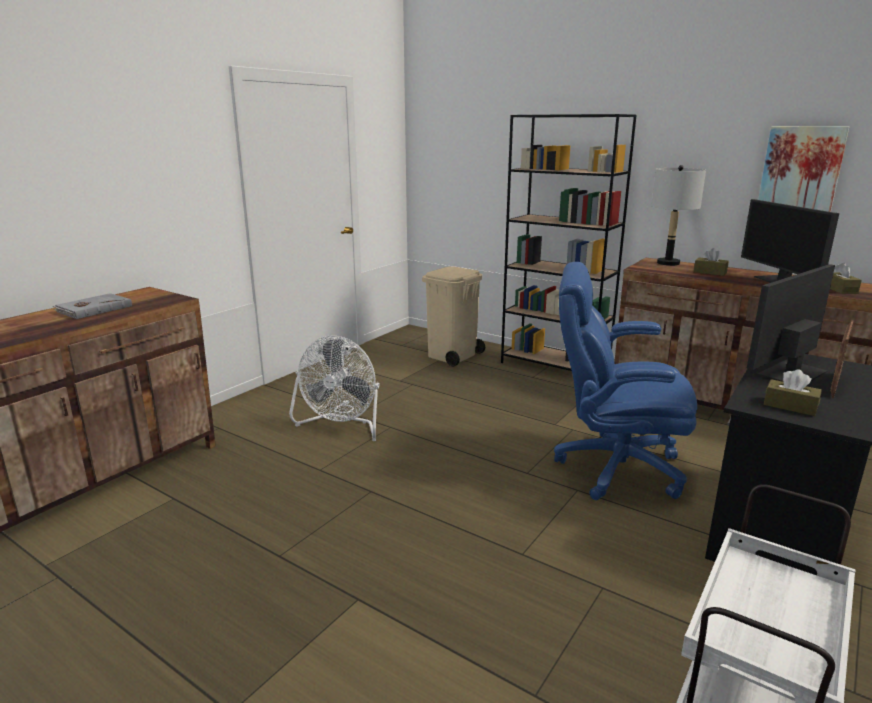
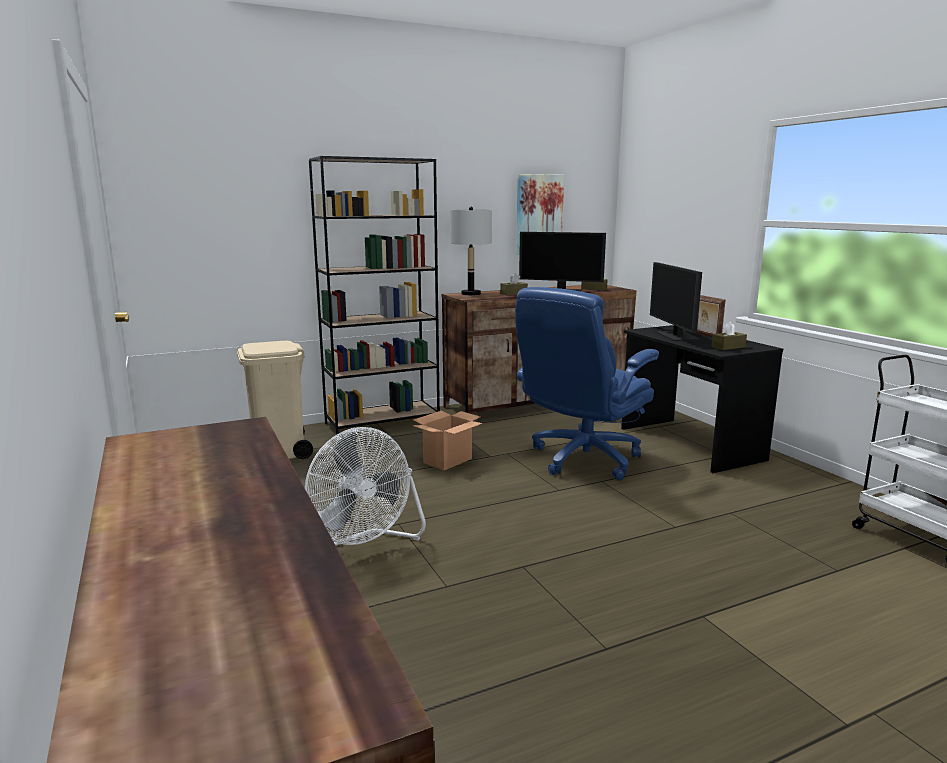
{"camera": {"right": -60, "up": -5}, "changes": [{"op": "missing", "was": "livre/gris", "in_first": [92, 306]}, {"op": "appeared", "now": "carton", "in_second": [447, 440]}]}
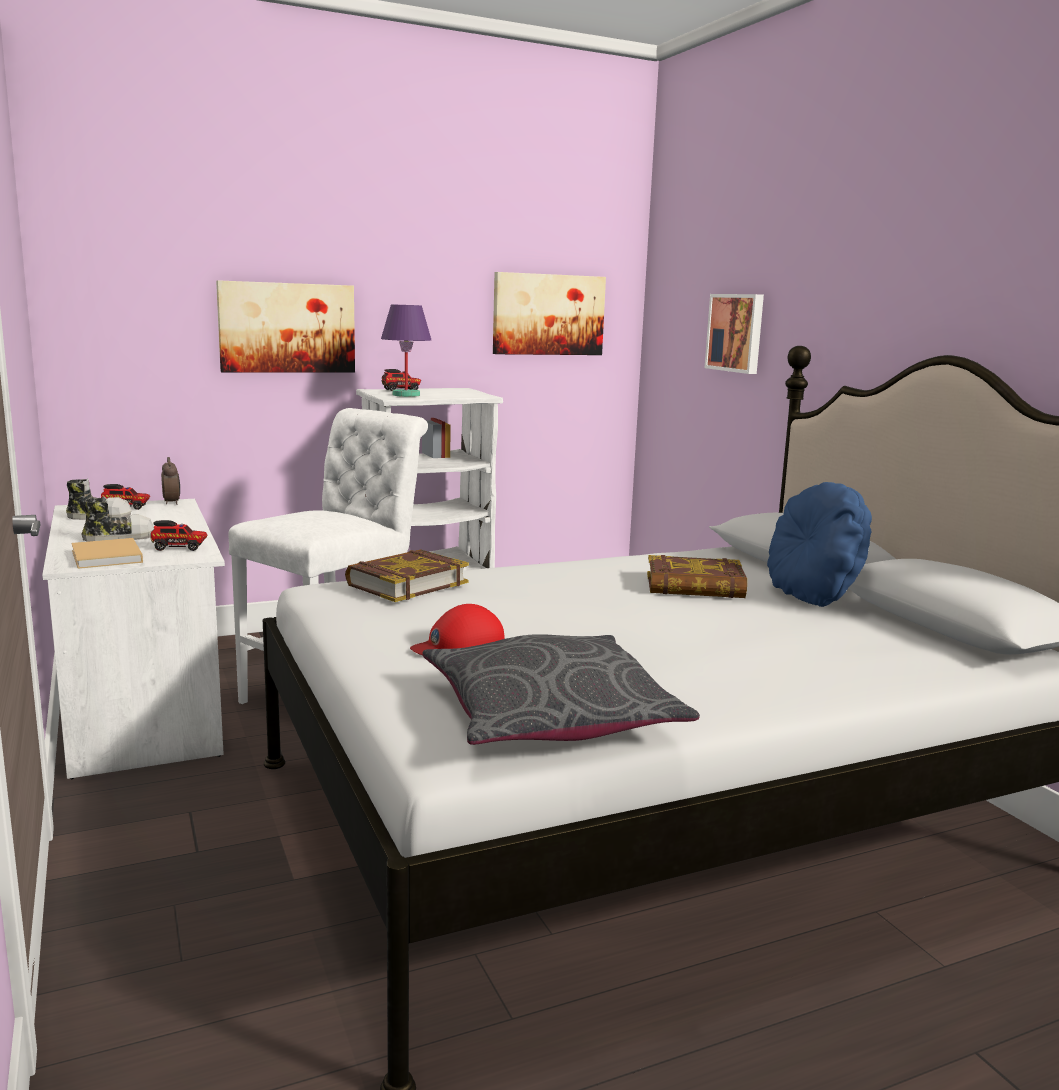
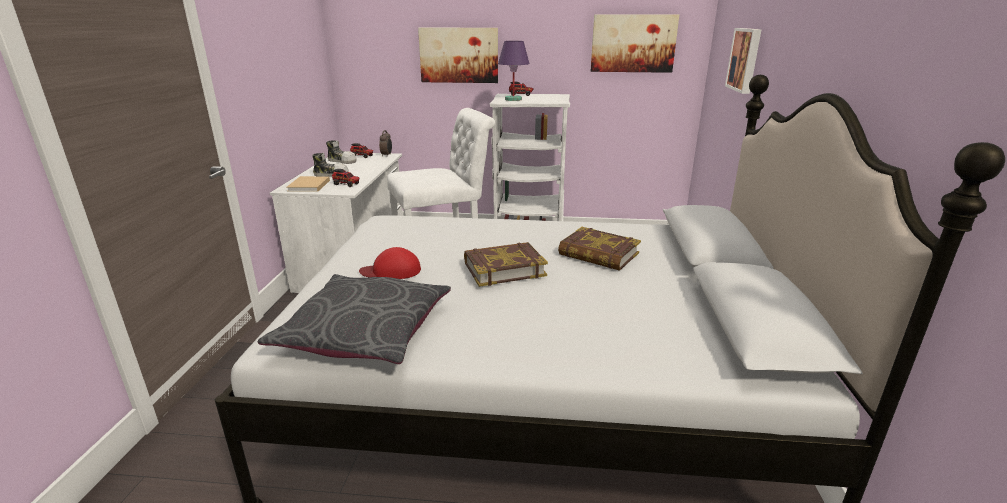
{"camera": {"right": 30, "up": 10}, "changes": [{"op": "missing", "was": "coussin/bleu", "in_first": [819, 544]}, {"op": "relocated", "was": "livre", "in_first": [407, 576], "in_second": [506, 264]}]}
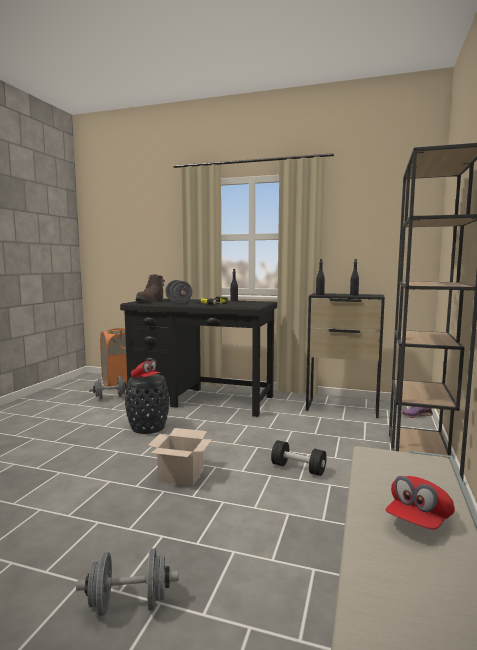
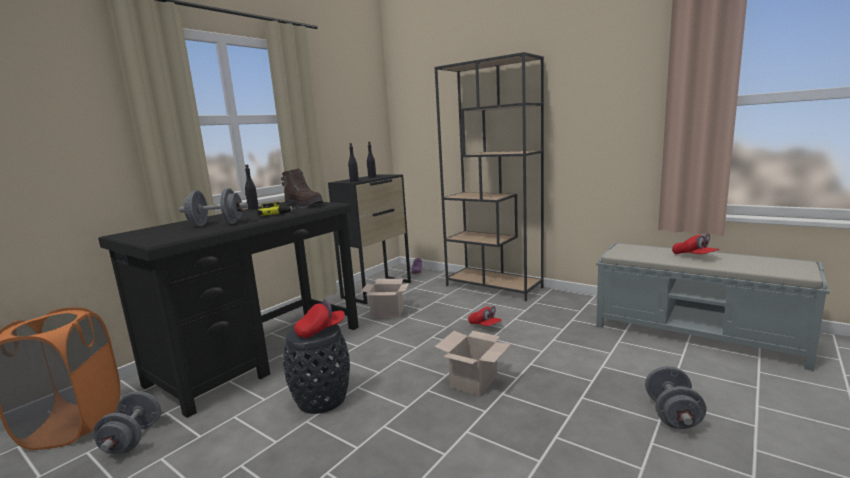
{"camera": {"right": -70, "up": 5}, "changes": [{"op": "relocated", "was": "botte/marron", "in_first": [150, 288], "in_second": [302, 187]}, {"op": "exchanged", "was": "haltère/noir", "now": "casquette/rouge", "in_first": [299, 458], "in_second": [485, 316]}, {"op": "appeared", "now": "carton", "in_second": [385, 298]}]}
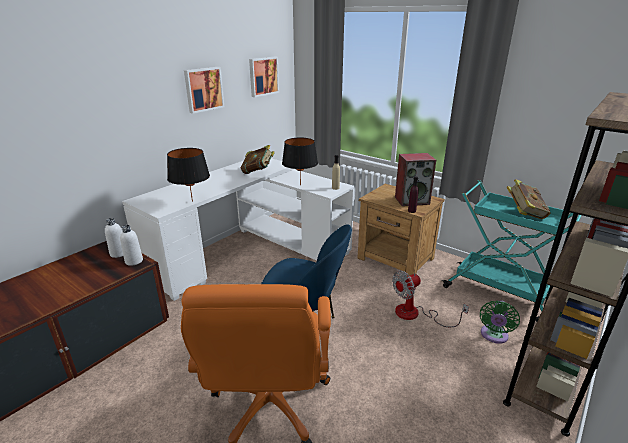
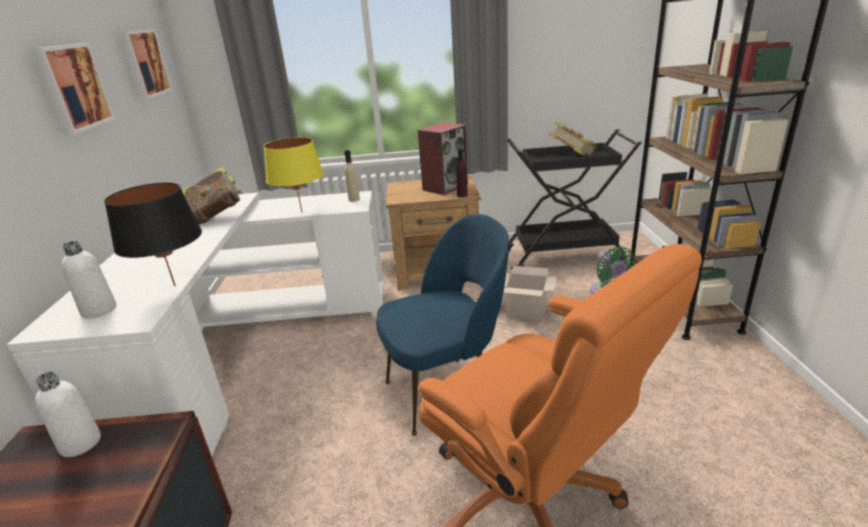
{"camera": {"right": -40, "up": 0}, "changes": [{"op": "colour", "was": "lampe de table/noir", "now": "lampe de table/jaune", "in_first": [300, 161], "in_second": [294, 174]}, {"op": "colour", "was": "chariot/turquoise", "now": "chariot/noir", "in_first": [512, 251], "in_second": [574, 199]}, {"op": "relocated", "was": "bouteille/blanc", "in_first": [131, 245], "in_second": [89, 279]}, {"op": "exchanged", "was": "ventilateur", "now": "carton", "in_first": [430, 299], "in_second": [530, 293]}]}
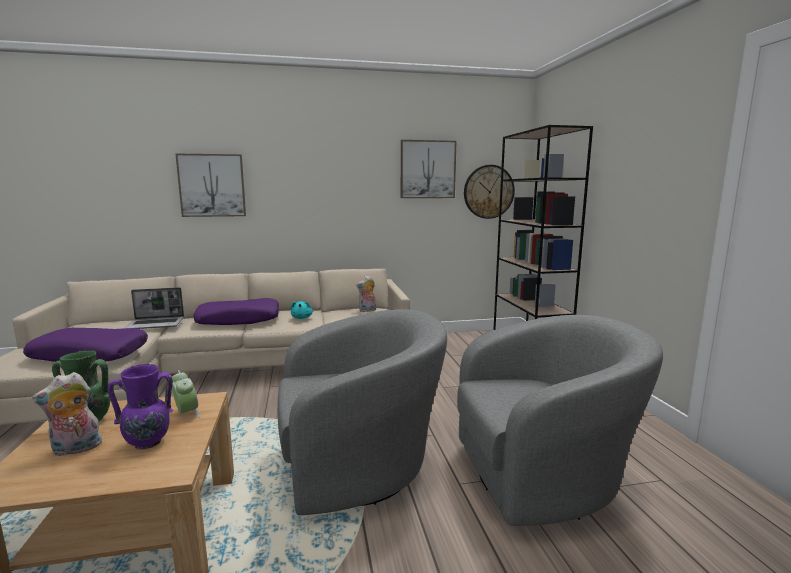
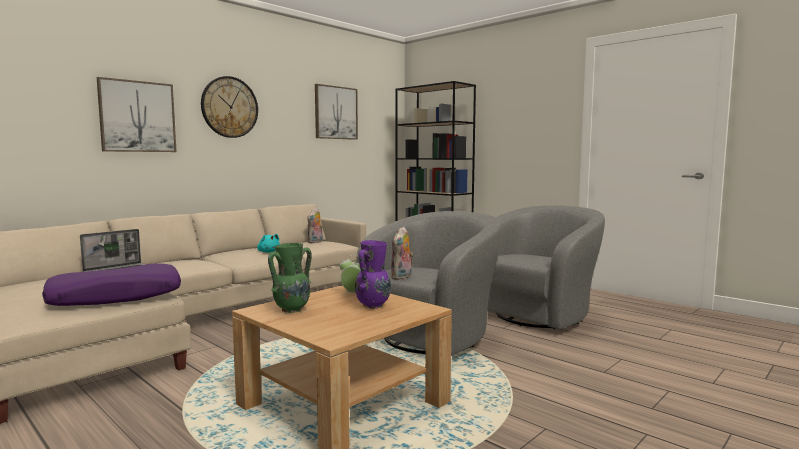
{"camera": {"right": -35, "up": -5}, "changes": [{"op": "relocated", "was": "horloge murale", "in_first": [489, 192], "in_second": [229, 107]}, {"op": "missing", "was": "coussin/violet", "in_first": [236, 311]}, {"op": "relocated", "was": "peluche", "in_first": [67, 414], "in_second": [402, 253]}]}
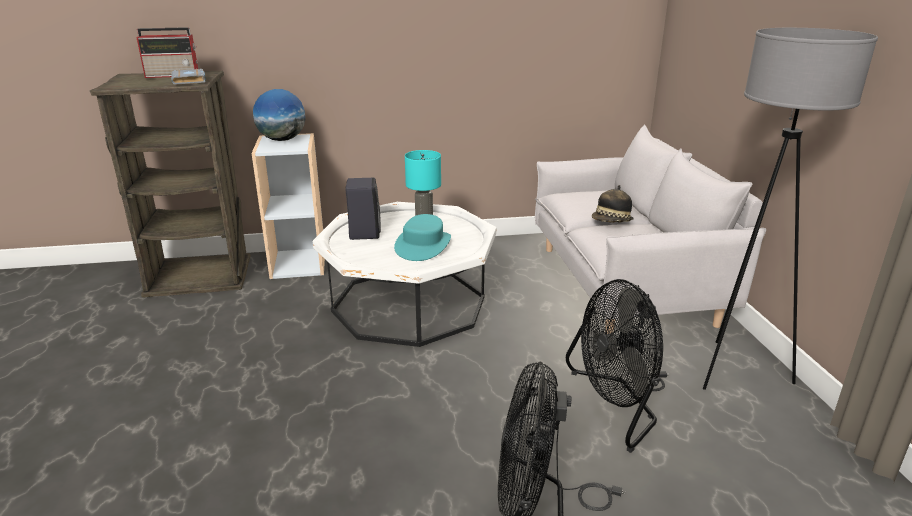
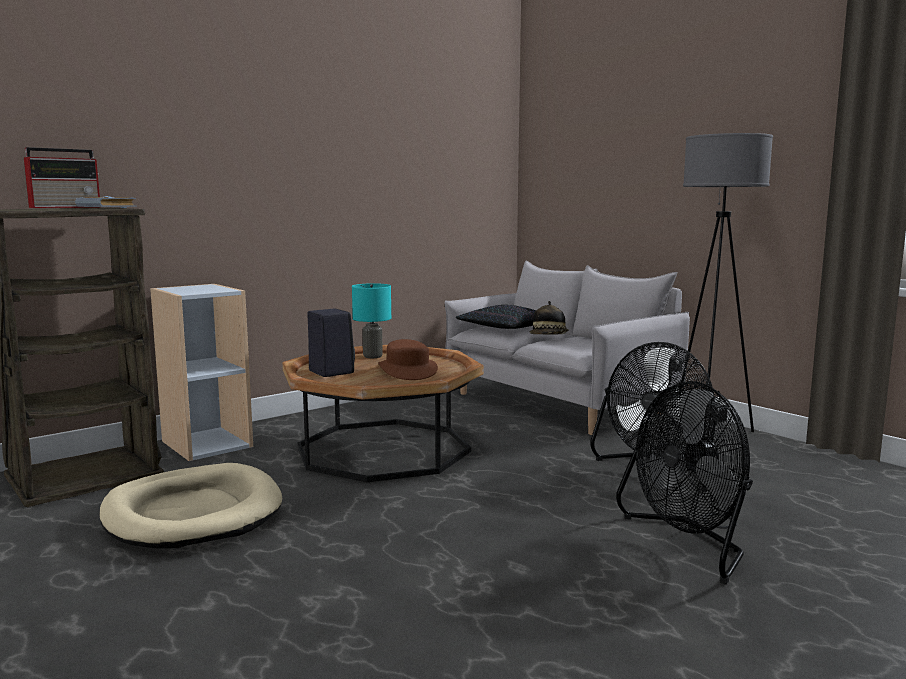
{"camera": {"right": -30, "up": -15}, "changes": [{"op": "missing", "was": "globe", "in_first": [279, 115]}, {"op": "colour", "was": "table basse/blanc", "now": "table basse/marron", "in_first": [404, 274], "in_second": [383, 413]}, {"op": "colour", "was": "chapeau/turquoise", "now": "chapeau/marron", "in_first": [422, 237], "in_second": [408, 359]}, {"op": "appeared", "now": "coussin/noir", "in_second": [496, 317]}, {"op": "appeared", "now": "panier pour chien/beige", "in_second": [191, 505]}]}
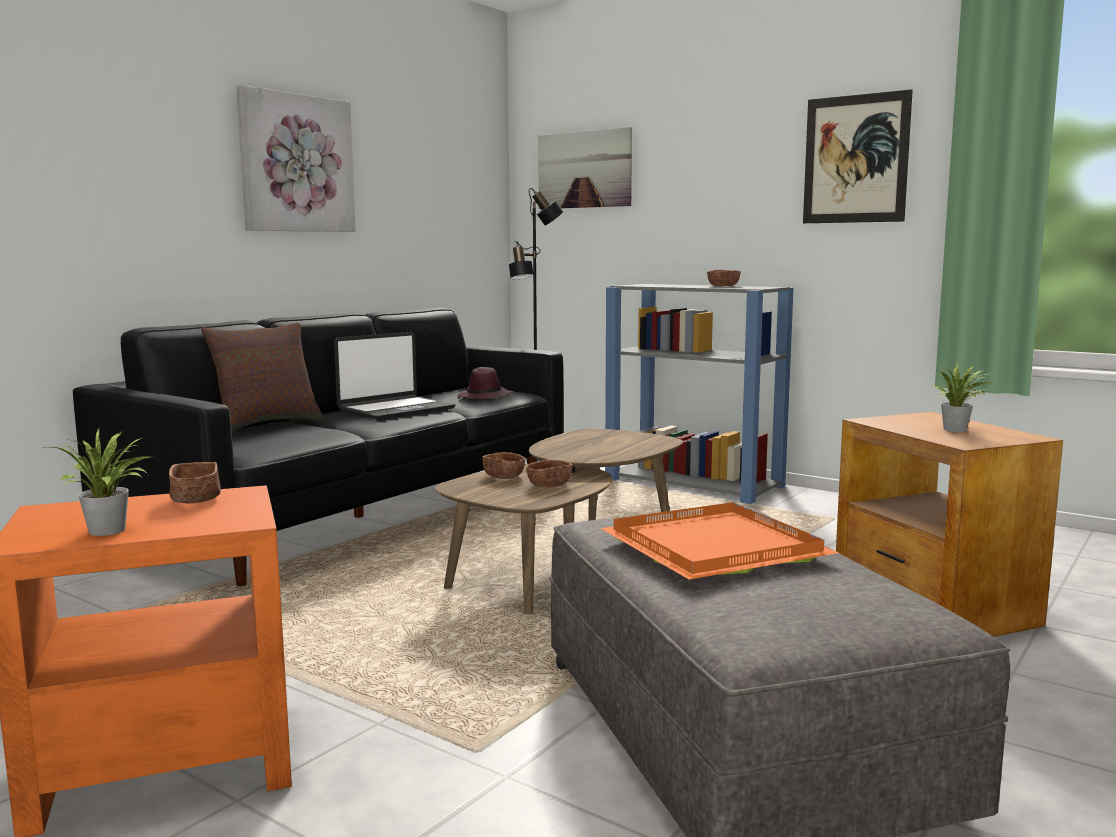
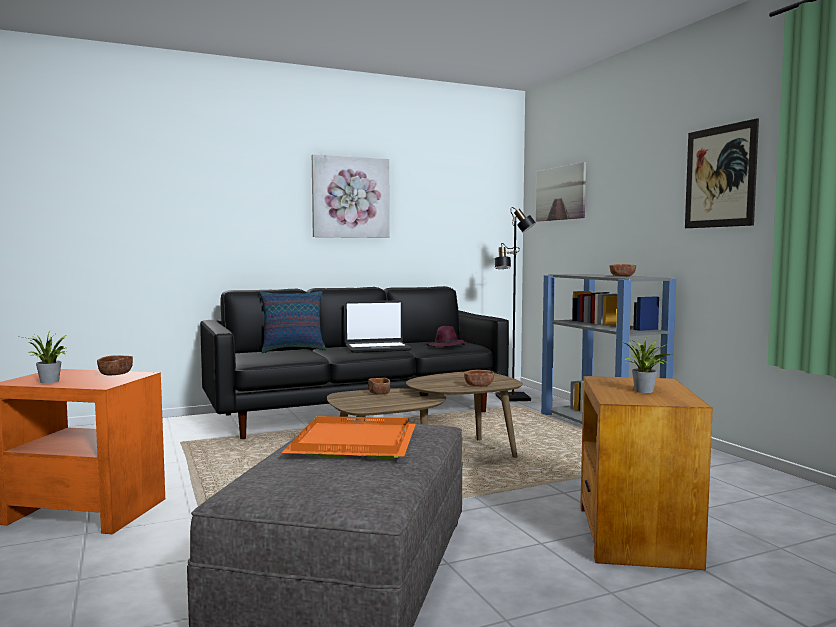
{"camera": {"right": 30, "up": -5}, "changes": [{"op": "colour", "was": "coussin/marron", "now": "coussin/bleu", "in_first": [262, 378], "in_second": [293, 322]}, {"op": "relocated", "was": "bol/marron", "in_first": [549, 473], "in_second": [479, 378]}]}
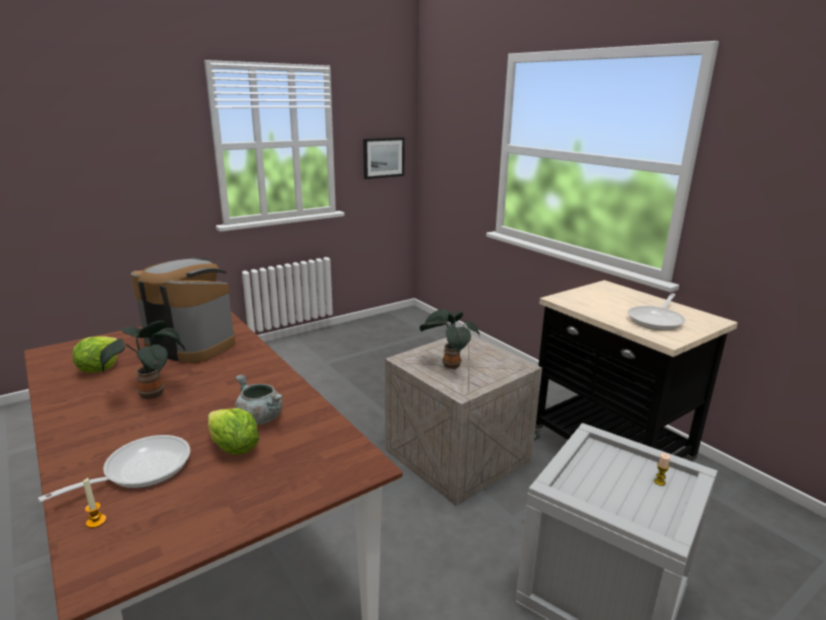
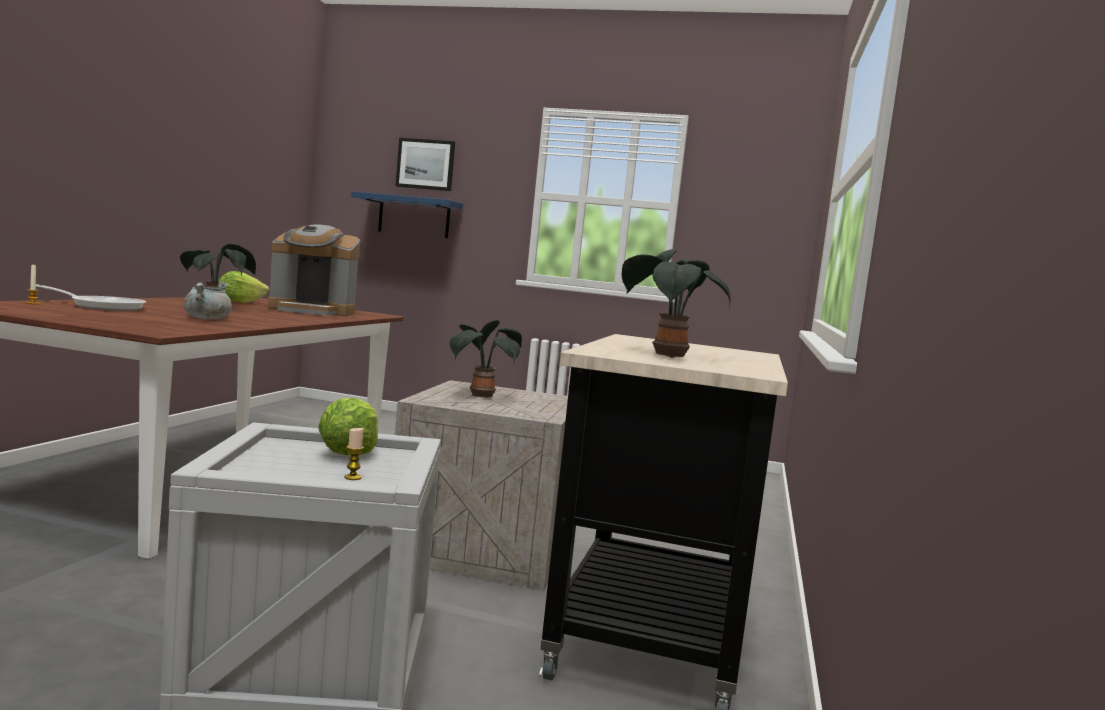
{"camera": {"right": 50, "up": -15}, "changes": [{"op": "relocated", "was": "tableau", "in_first": [384, 158], "in_second": [425, 164]}, {"op": "spun", "was": "machine à café", "in_first": [183, 310], "in_second": [314, 270], "clockwise": 105}, {"op": "exchanged", "was": "poêle", "now": "plante en pot", "in_first": [656, 312], "in_second": [676, 303]}, {"op": "relocated", "was": "laitue", "in_first": [233, 431], "in_second": [348, 426]}, {"op": "appeared", "now": "étagère/bleu", "in_second": [407, 214]}]}
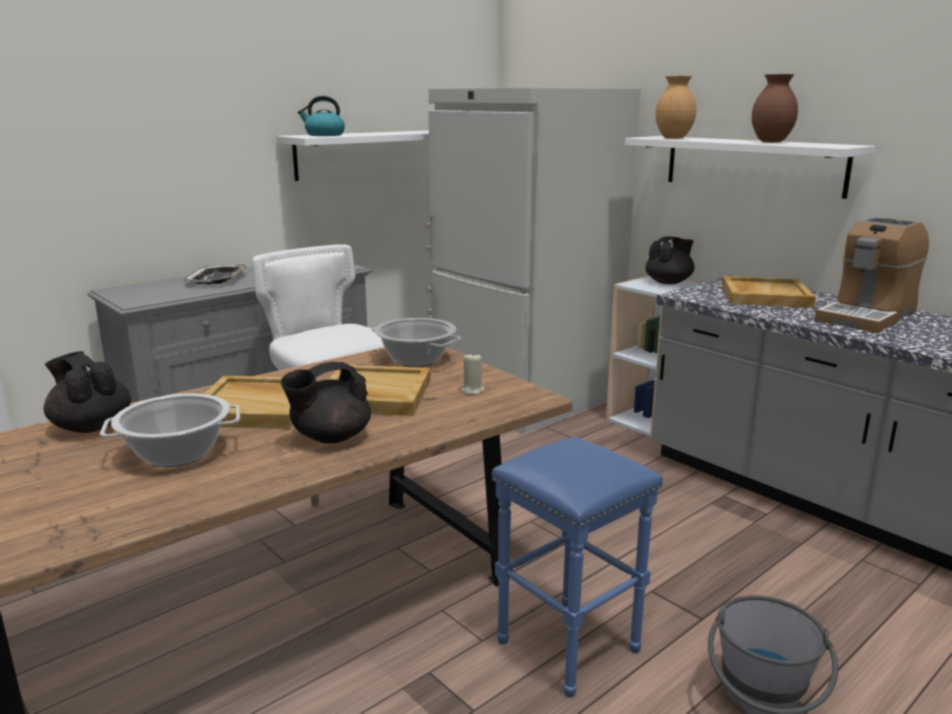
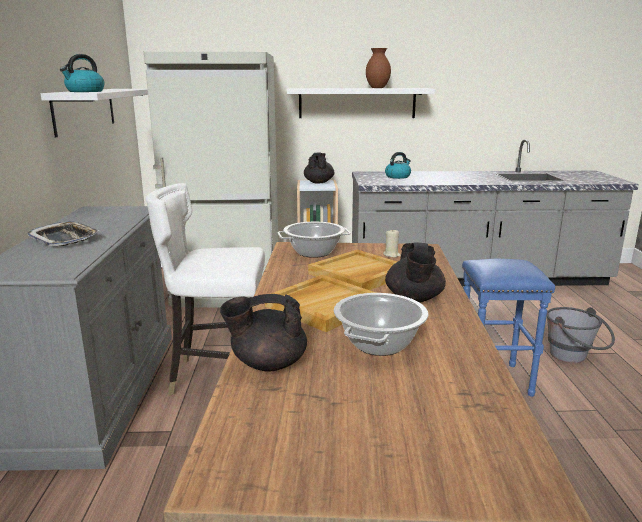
{"camera": {"right": -50, "up": 0}, "changes": [{"op": "missing", "was": "vase/marron", "in_first": [676, 107]}, {"op": "missing", "was": "machine à café", "in_first": [872, 275]}, {"op": "exchanged", "was": "plateau/beige", "now": "bouilloire", "in_first": [769, 292], "in_second": [398, 165]}]}
